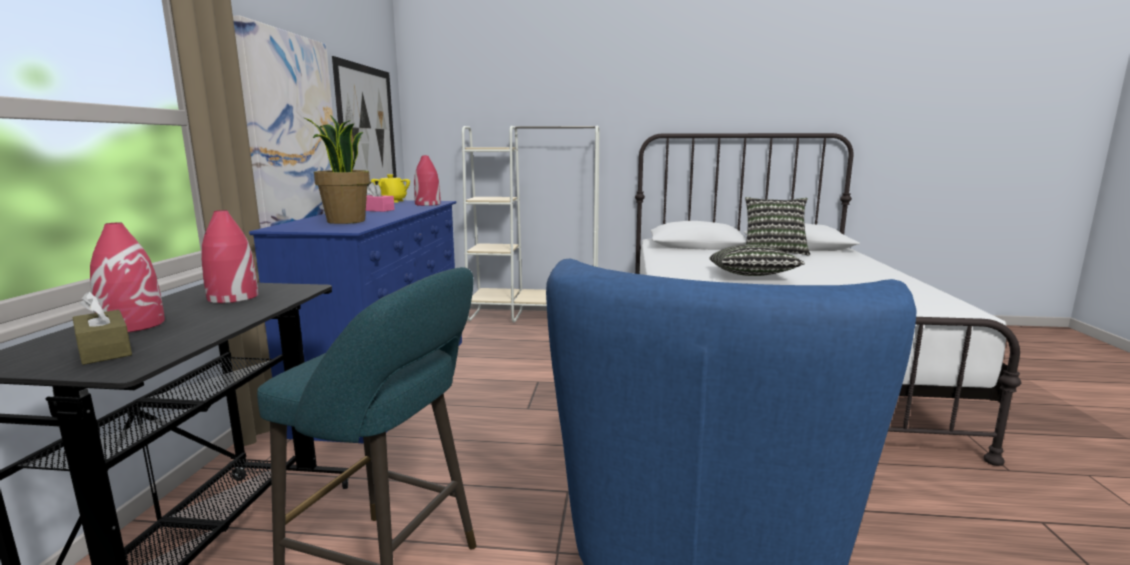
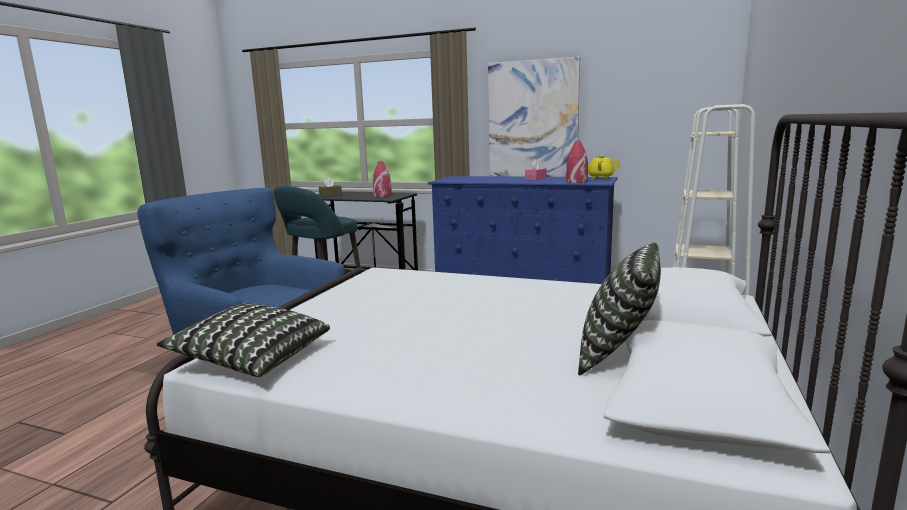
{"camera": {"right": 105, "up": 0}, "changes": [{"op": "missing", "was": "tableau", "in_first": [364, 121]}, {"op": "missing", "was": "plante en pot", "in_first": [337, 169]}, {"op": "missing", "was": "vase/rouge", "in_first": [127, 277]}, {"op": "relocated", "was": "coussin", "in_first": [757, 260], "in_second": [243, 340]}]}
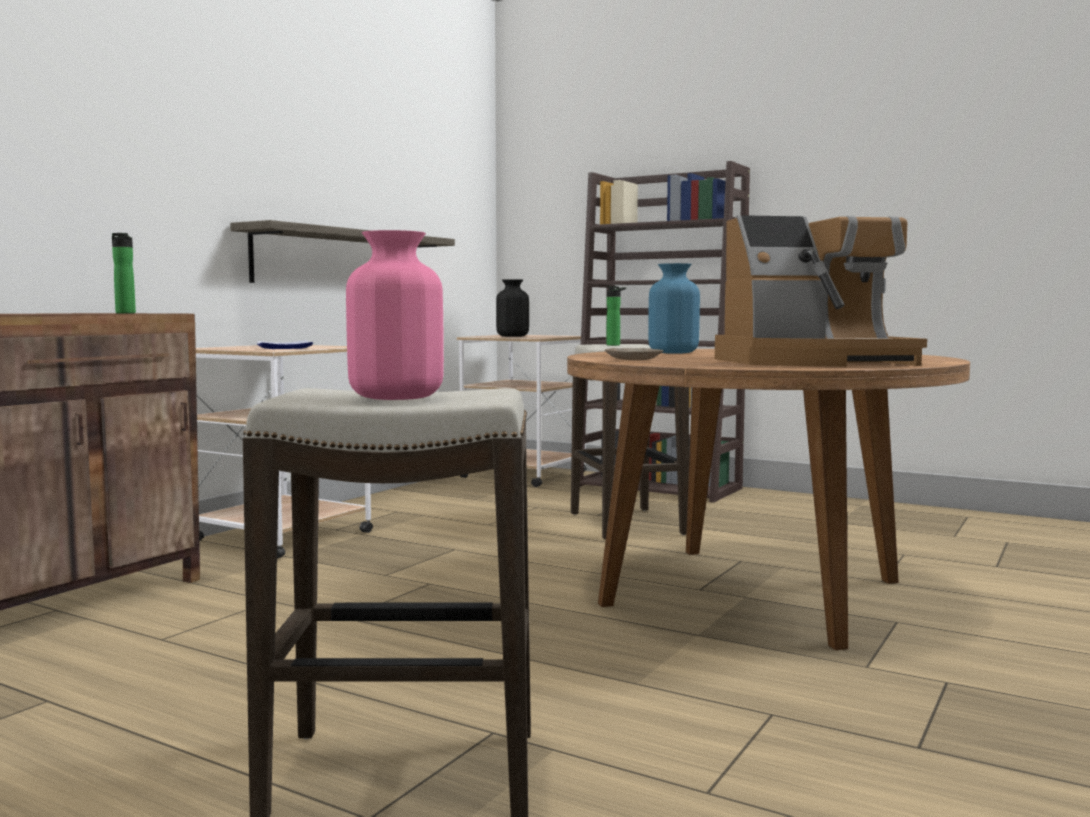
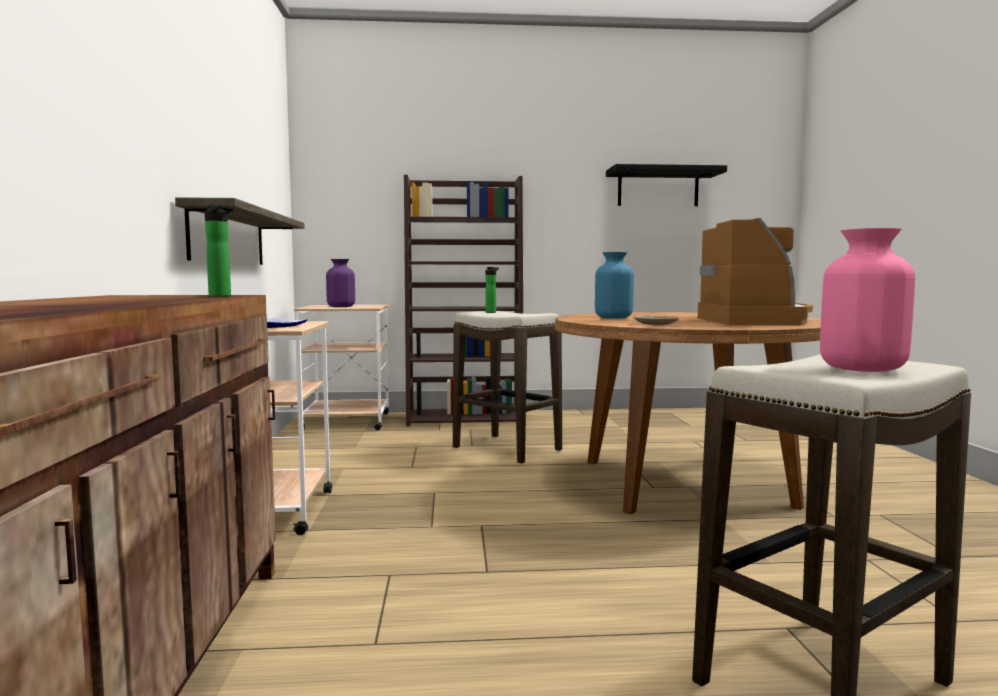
{"camera": {"right": -35, "up": 0}, "changes": [{"op": "spun", "was": "machine à café", "in_first": [821, 290], "in_second": [755, 271], "clockwise": -45}, {"op": "colour", "was": "vase/noir", "now": "vase/violet", "in_first": [512, 308], "in_second": [340, 283]}, {"op": "appeared", "now": "étagère/noir", "in_second": [666, 185]}]}
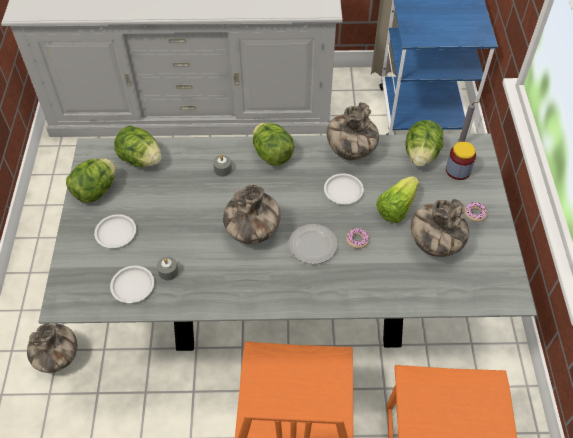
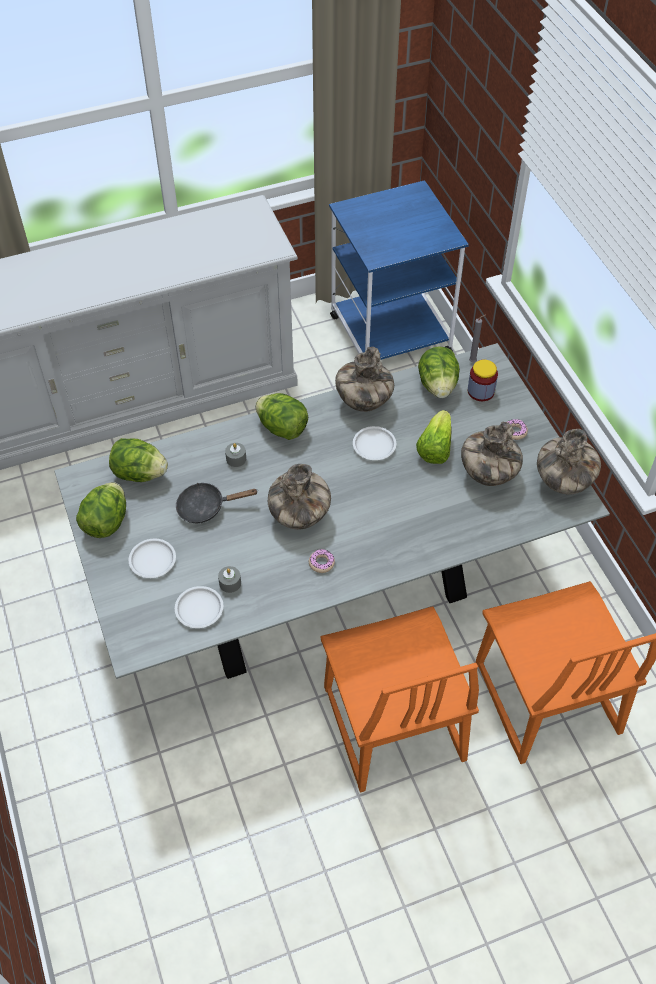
{"camera": {"right": -20, "up": 0}, "changes": [{"op": "missing", "was": "assiette", "in_first": [313, 244]}, {"op": "relocated", "was": "beignet", "in_first": [357, 238], "in_second": [322, 561]}, {"op": "relocated", "was": "vase", "in_first": [52, 348], "in_second": [569, 462]}, {"op": "appeared", "now": "poêle/noir", "in_second": [216, 503]}]}
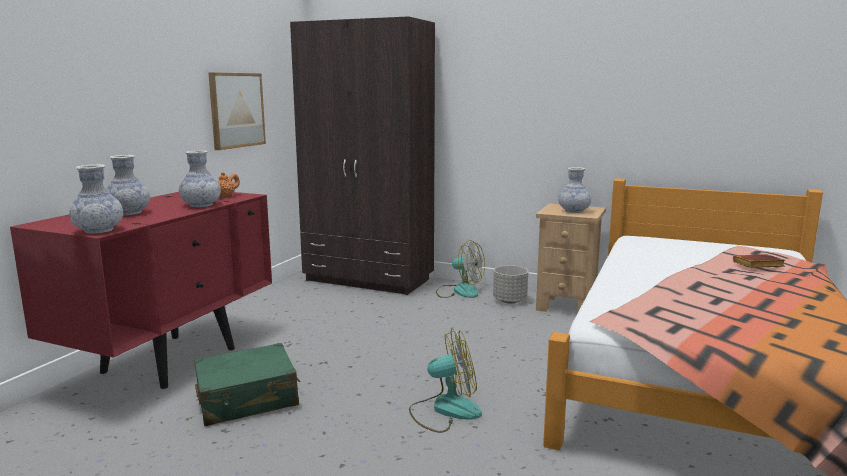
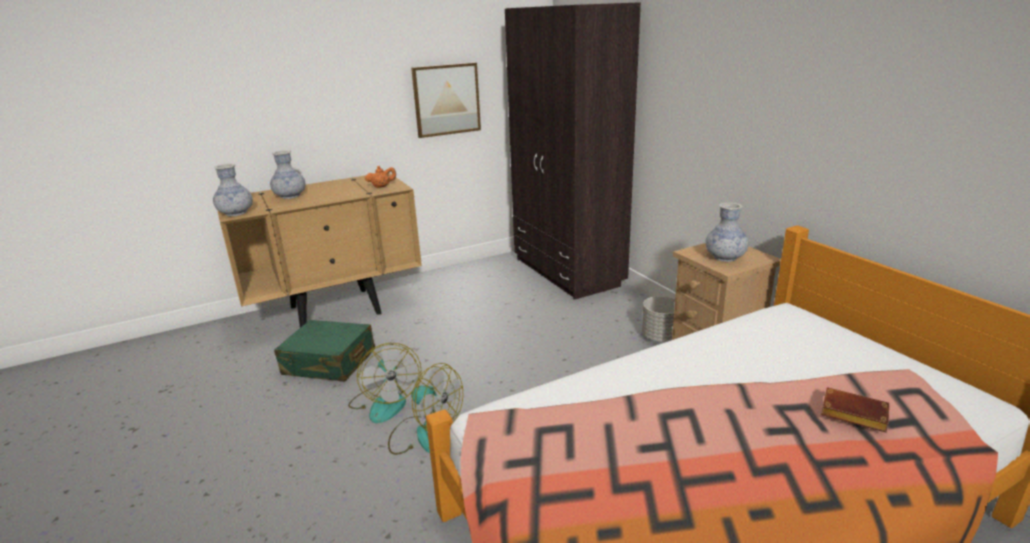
{"camera": {"right": 40, "up": 10}, "changes": [{"op": "missing", "was": "vase", "in_first": [200, 179]}, {"op": "colour", "was": "commode/rouge", "now": "commode/beige", "in_first": [141, 290], "in_second": [319, 250]}, {"op": "relocated", "was": "ventilateur", "in_first": [460, 269], "in_second": [384, 383]}]}
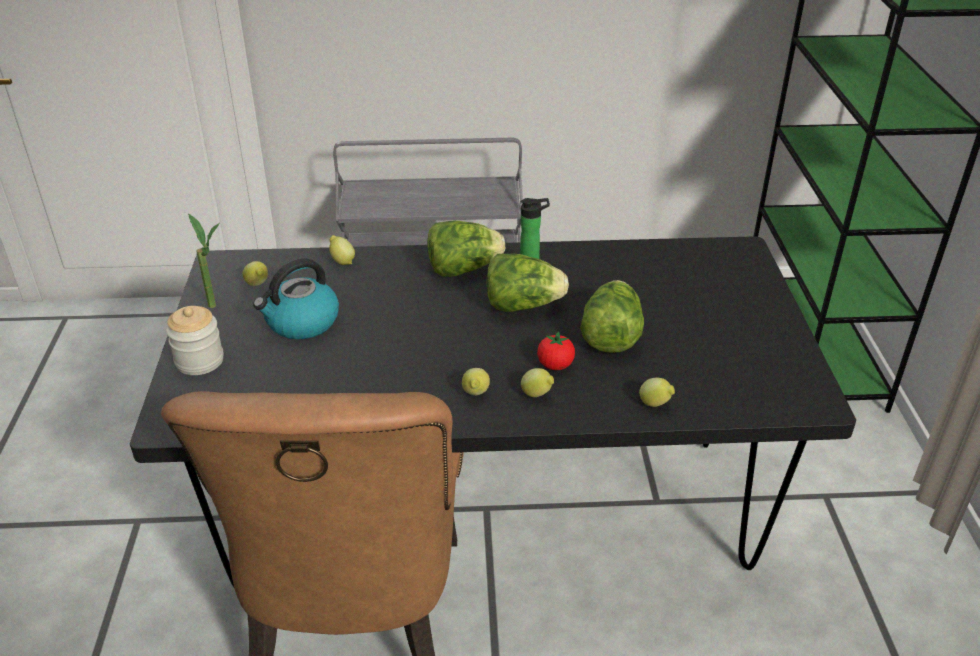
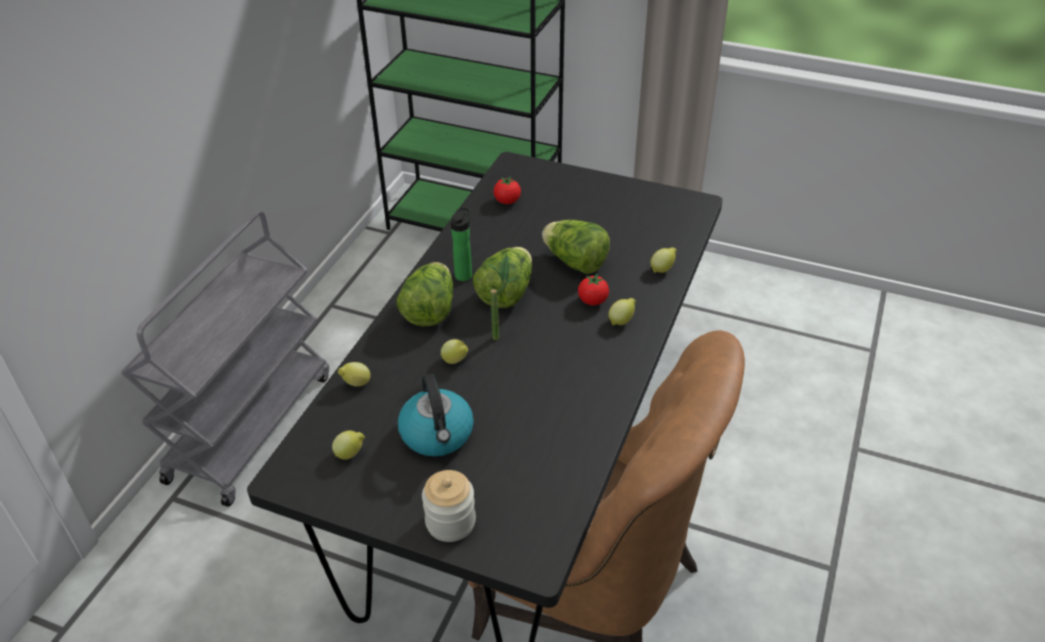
{"camera": {"right": -65, "up": 5}, "changes": [{"op": "relocated", "was": "plante en pot", "in_first": [204, 261], "in_second": [501, 296]}, {"op": "relocated", "was": "citron", "in_first": [476, 381], "in_second": [454, 351]}, {"op": "appeared", "now": "tomate", "in_second": [507, 190]}]}
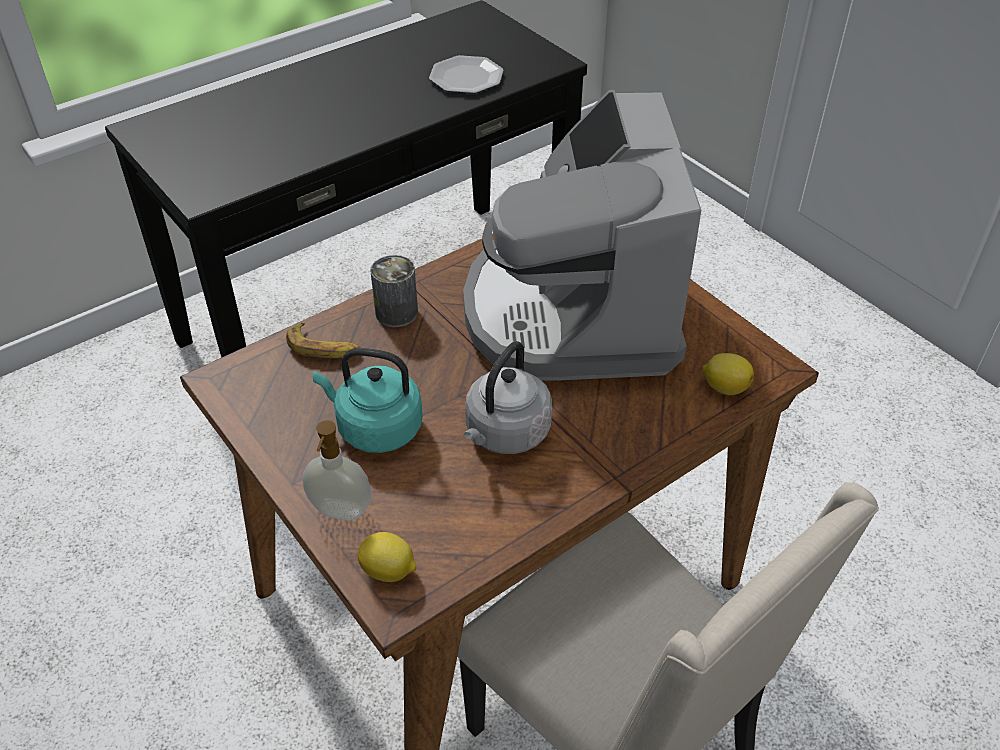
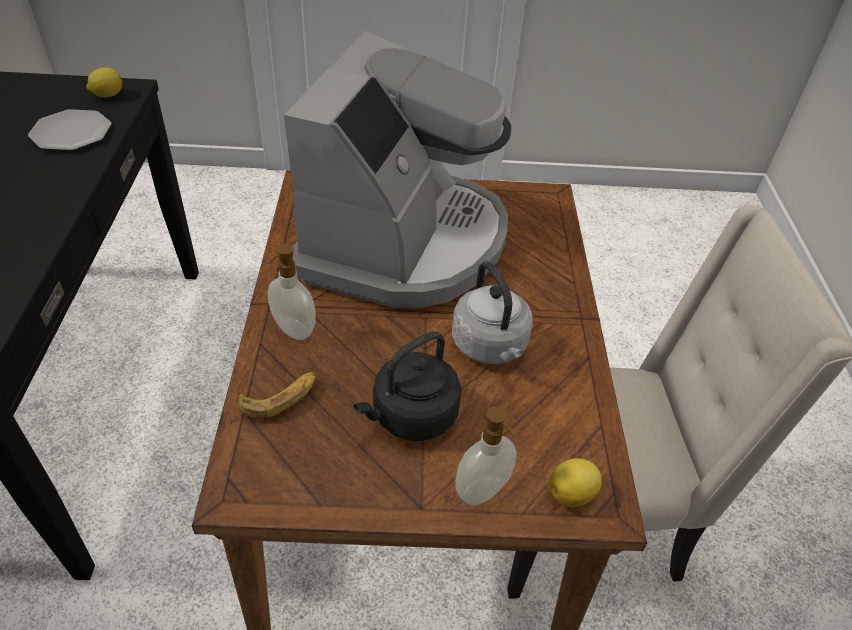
{"camera": {"right": -55, "up": 0}, "changes": [{"op": "spun", "was": "machine à café", "in_first": [582, 235], "in_second": [397, 169], "clockwise": -105}, {"op": "exchanged", "was": "boîte métallique", "now": "distributeur de savon", "in_first": [394, 291], "in_second": [291, 291]}, {"op": "colour", "was": "bouilloire/turquoise", "now": "bouilloire/noir", "in_first": [368, 400], "in_second": [407, 386]}, {"op": "relocated", "was": "citron", "in_first": [728, 374], "in_second": [104, 82]}]}
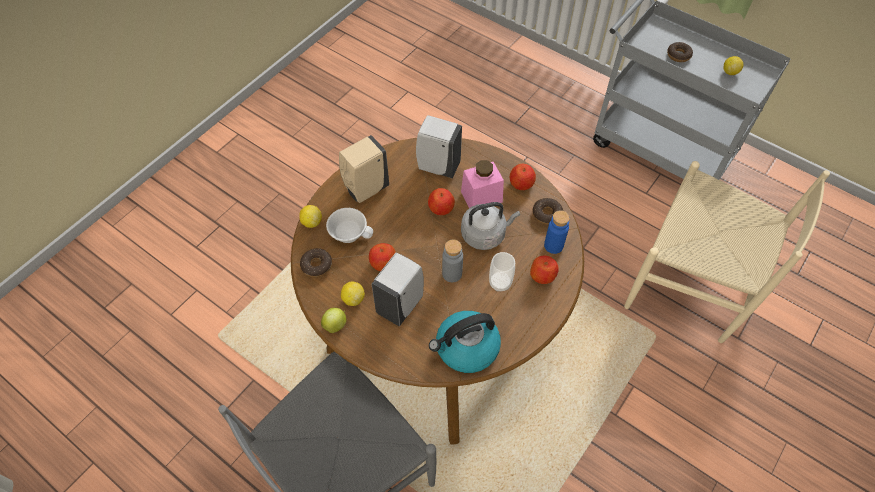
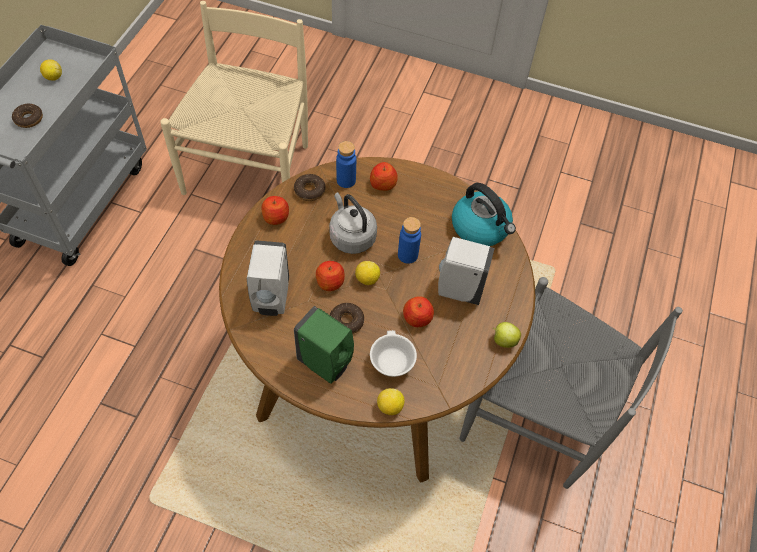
{"camera": {"right": -110, "up": 0}, "changes": [{"op": "colour", "was": "distributeur de savon/beige", "now": "distributeur de savon/vert", "in_first": [364, 169], "in_second": [324, 345]}, {"op": "missing", "was": "bocal/rose", "in_first": [482, 184]}, {"op": "colour", "was": "bouteille/gris", "now": "bouteille/bleu", "in_first": [452, 261], "in_second": [409, 240]}, {"op": "relocated", "was": "beignet", "in_first": [316, 262], "in_second": [347, 318]}, {"op": "missing", "was": "tasse", "in_first": [502, 272]}, {"op": "relocated", "was": "citron", "in_first": [353, 293], "in_second": [367, 273]}]}
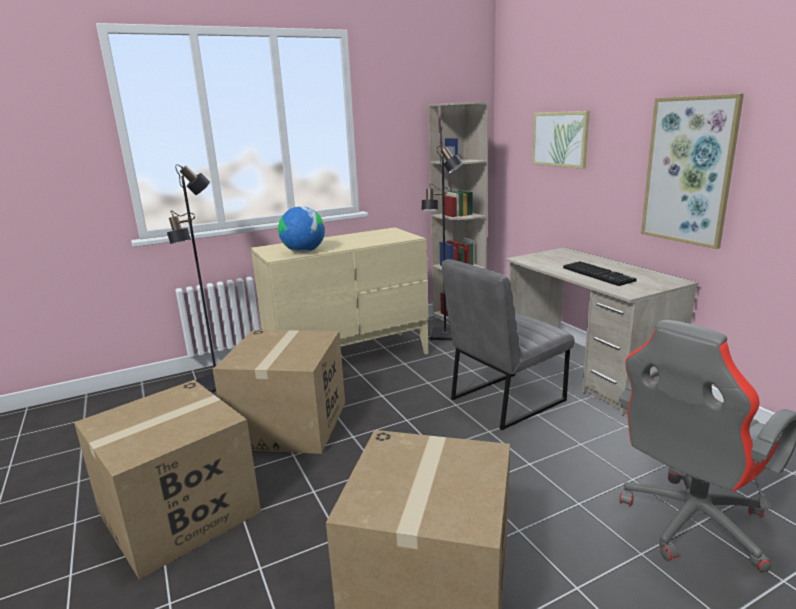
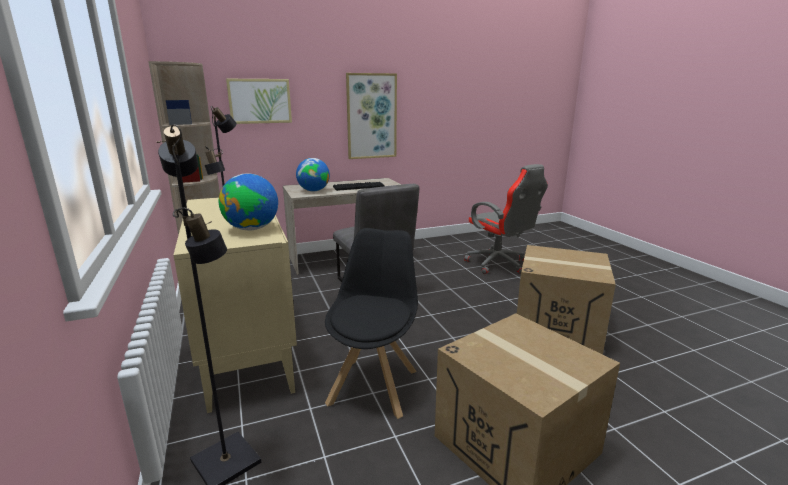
{"camera": {"right": -85, "up": 0}, "changes": [{"op": "exchanged", "was": "carton", "now": "chaise/noir", "in_first": [279, 392], "in_second": [371, 323]}, {"op": "appeared", "now": "globe", "in_second": [313, 174]}]}
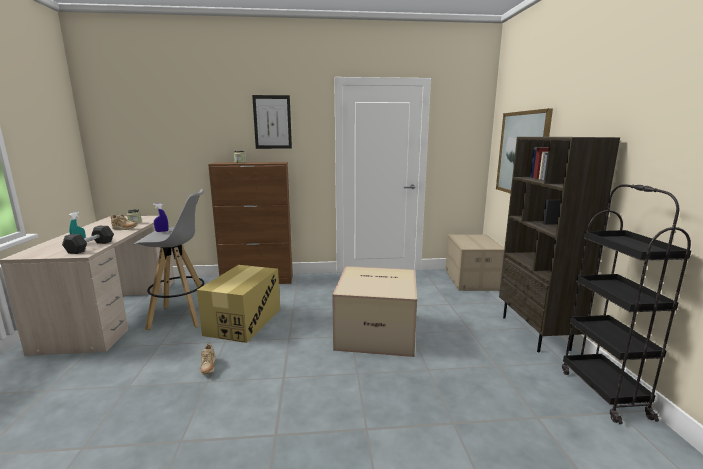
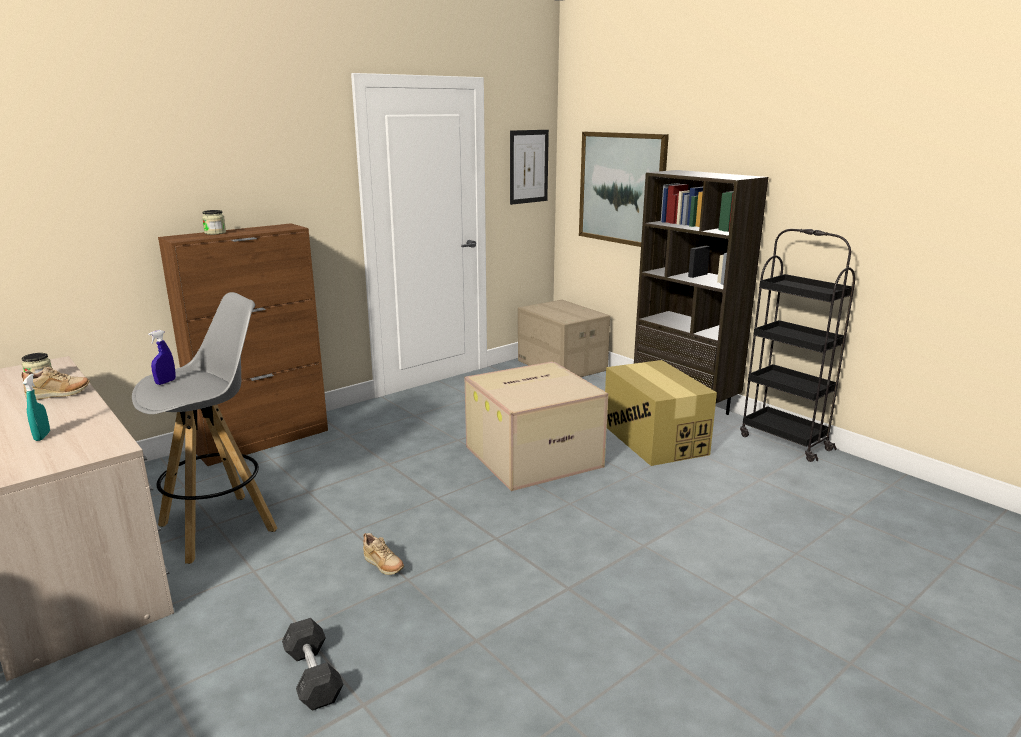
{"camera": {"right": -35, "up": 5}, "changes": [{"op": "relocated", "was": "tableau", "in_first": [272, 122], "in_second": [529, 167]}, {"op": "relocated", "was": "haltère/gris", "in_first": [88, 240], "in_second": [312, 664]}, {"op": "relocated", "was": "carton", "in_first": [238, 304], "in_second": [661, 413]}]}
